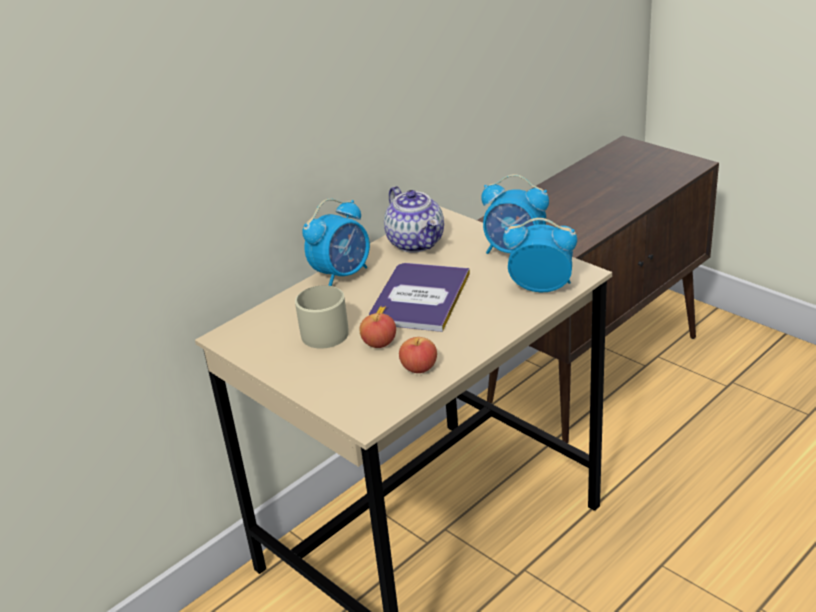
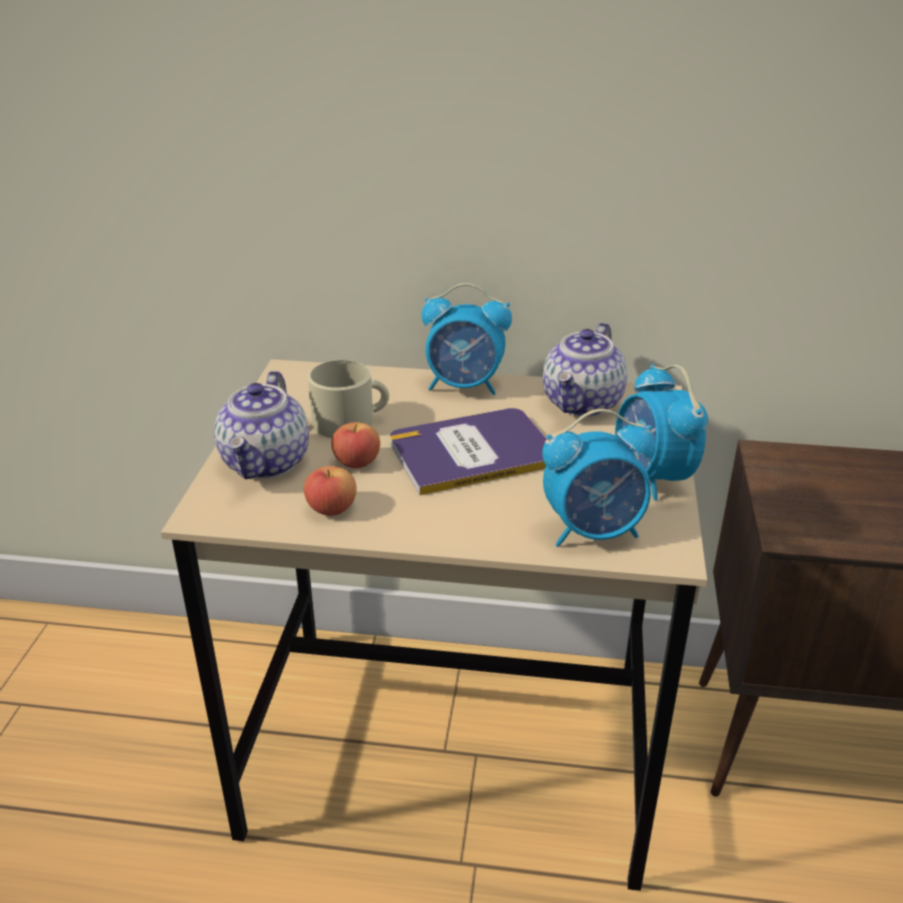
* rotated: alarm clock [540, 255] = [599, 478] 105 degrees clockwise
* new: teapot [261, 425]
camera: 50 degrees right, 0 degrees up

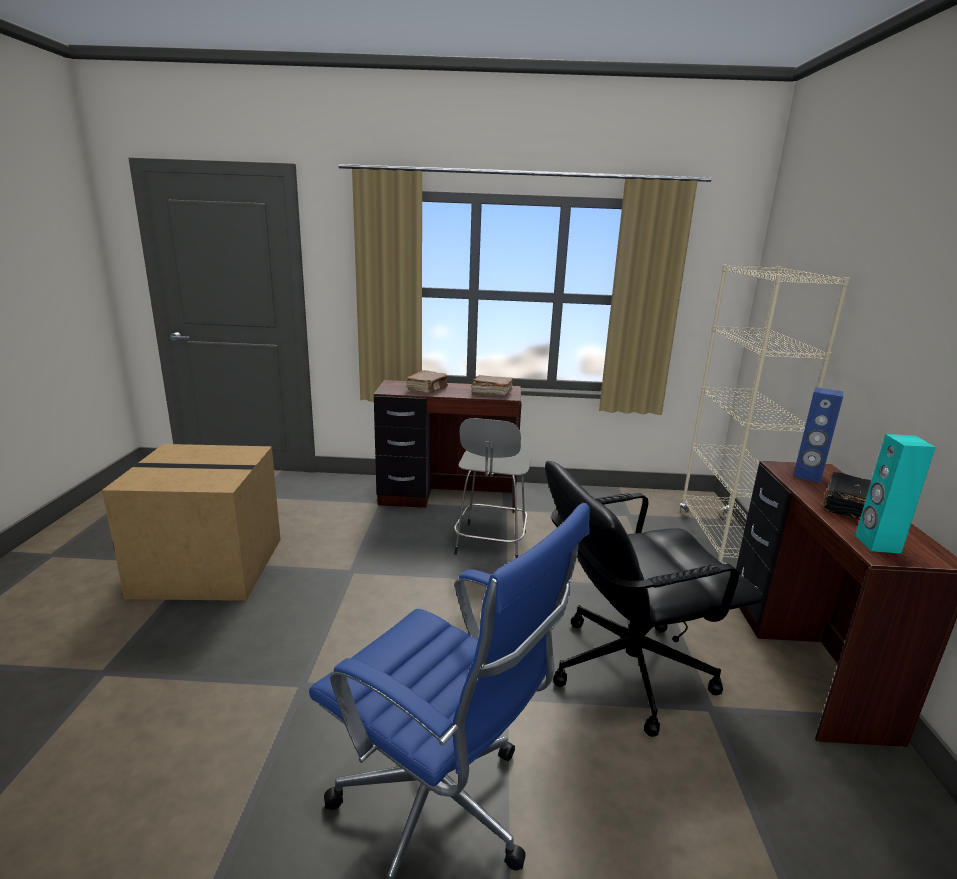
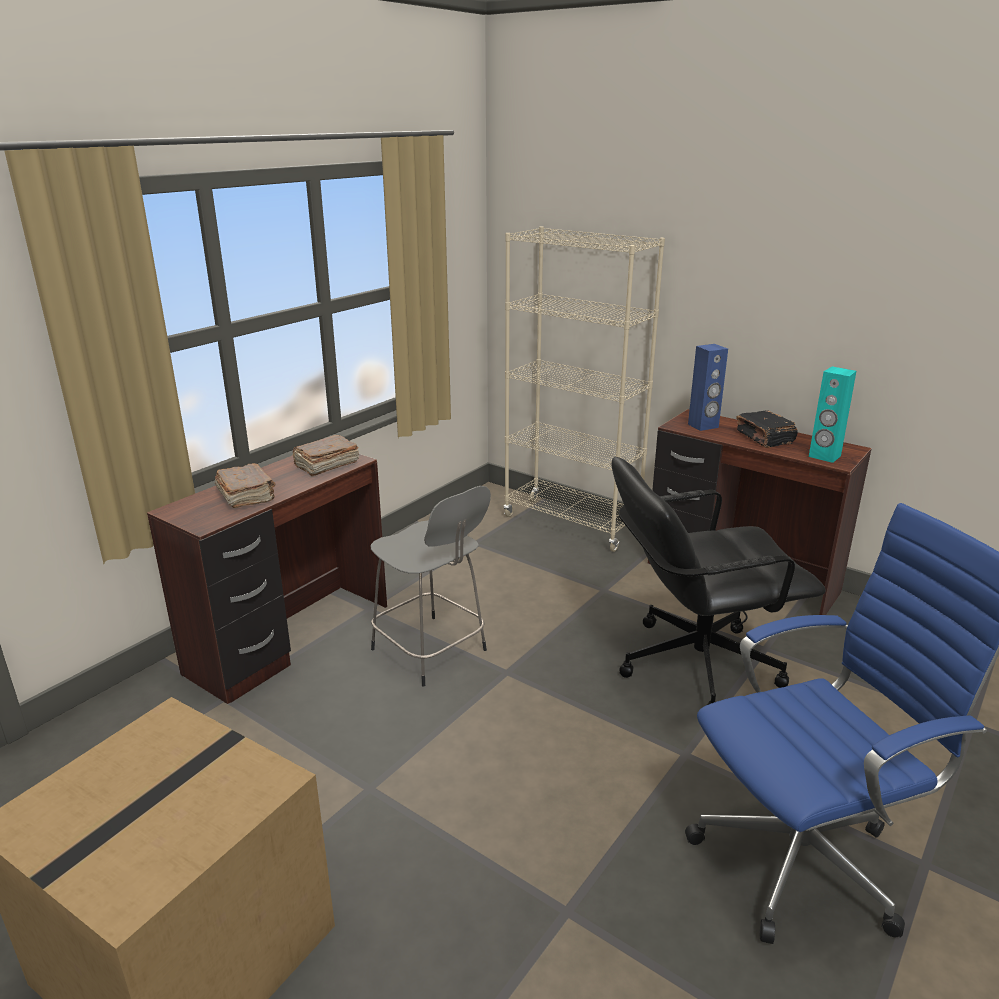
* rotated: black-coloured desk chair [654, 599] = [718, 581] 60 degrees clockwise
camera: 55 degrees left, 5 degrees up

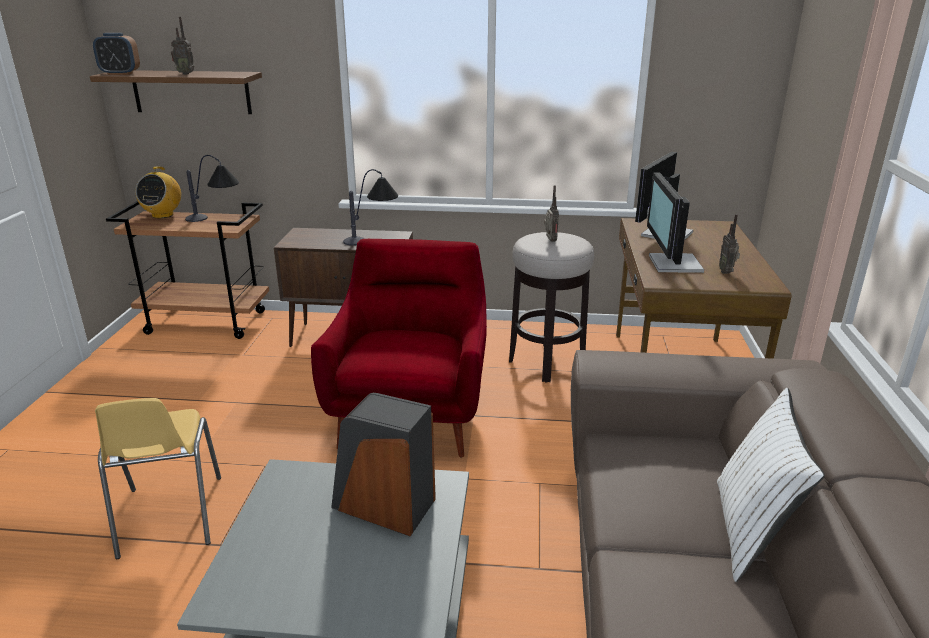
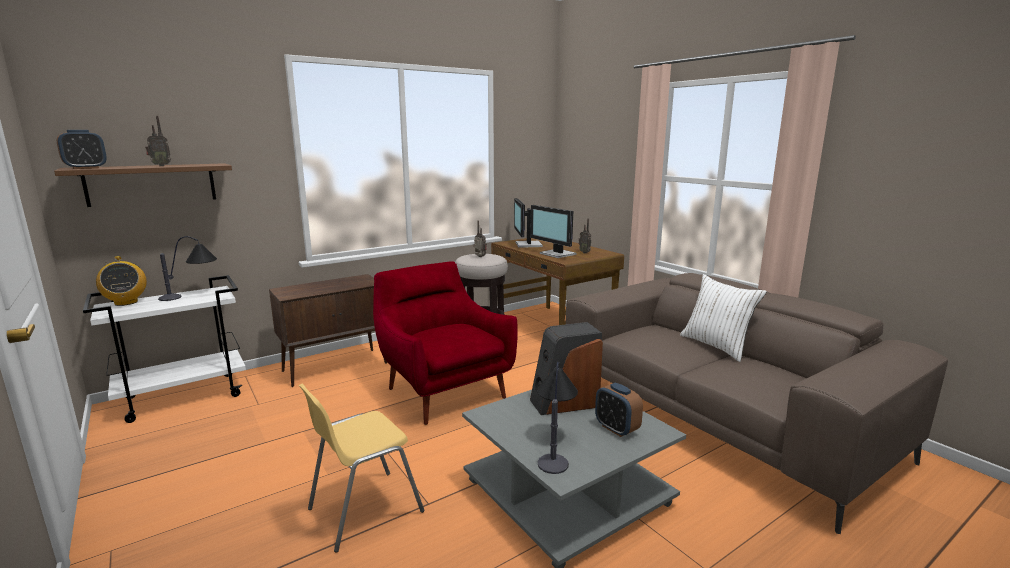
* shifted: lamp for a table [370, 207] to [557, 417]
* repainted: brown-coloured cart [187, 270] to white cart [164, 349]
* rotated: yellow plain chair [158, 478] = [361, 468] 105 degrees clockwise
* new: alarm clock [619, 410]
camera: 40 degrees left, 10 degrees down

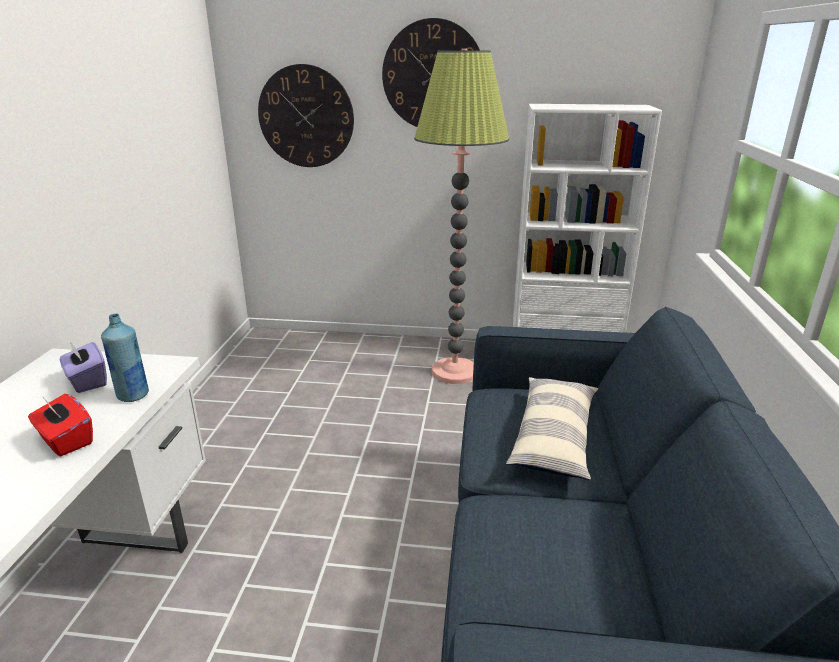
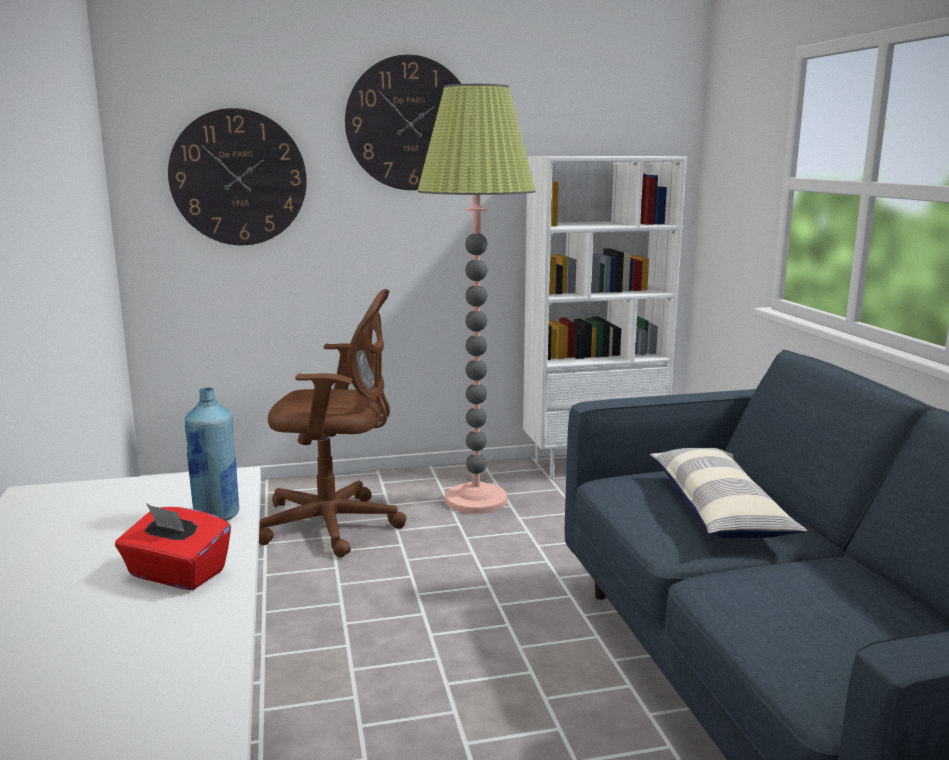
* gone: purple tissue holder [83, 367]
* new: brown-coloured desk chair [333, 423]
camera: 20 degrees left, 10 degrees down

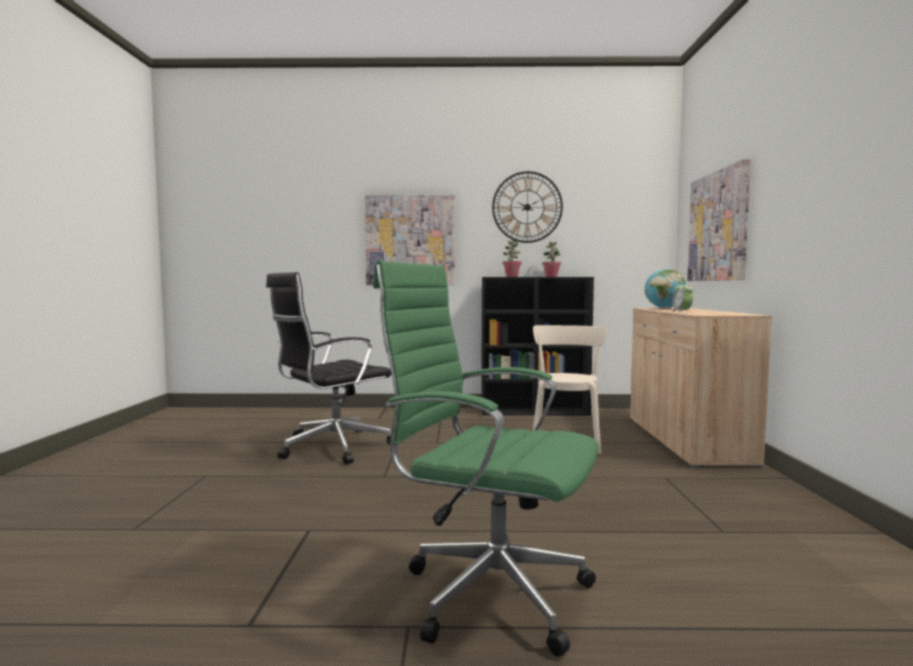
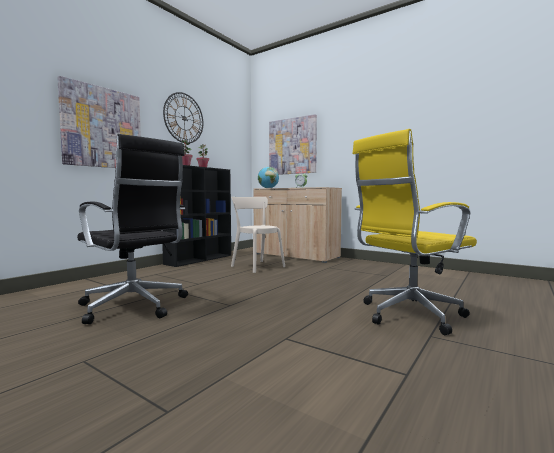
* repainted: green desk chair [485, 459] to yellow desk chair [414, 232]
* rotated: black-coloured desk chair [328, 368] = [132, 229] 45 degrees counterclockwise
camera: 55 degrees left, 0 degrees up

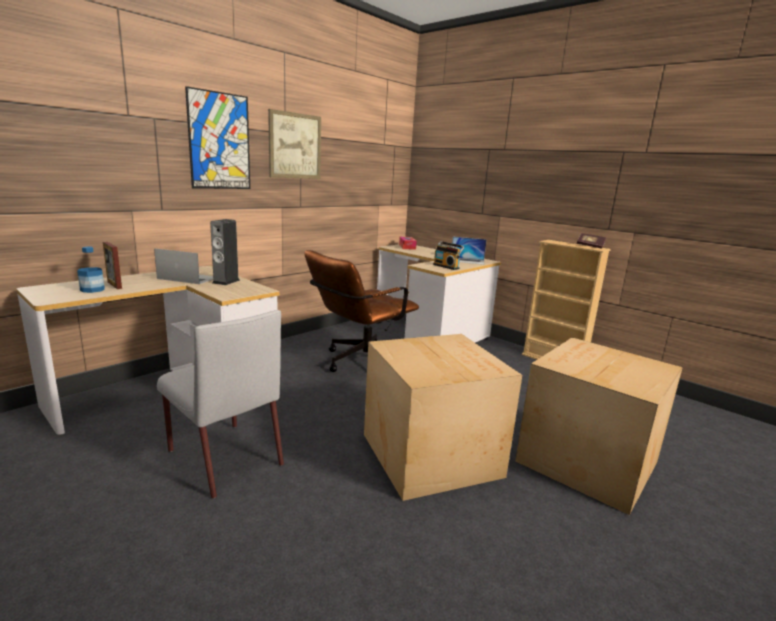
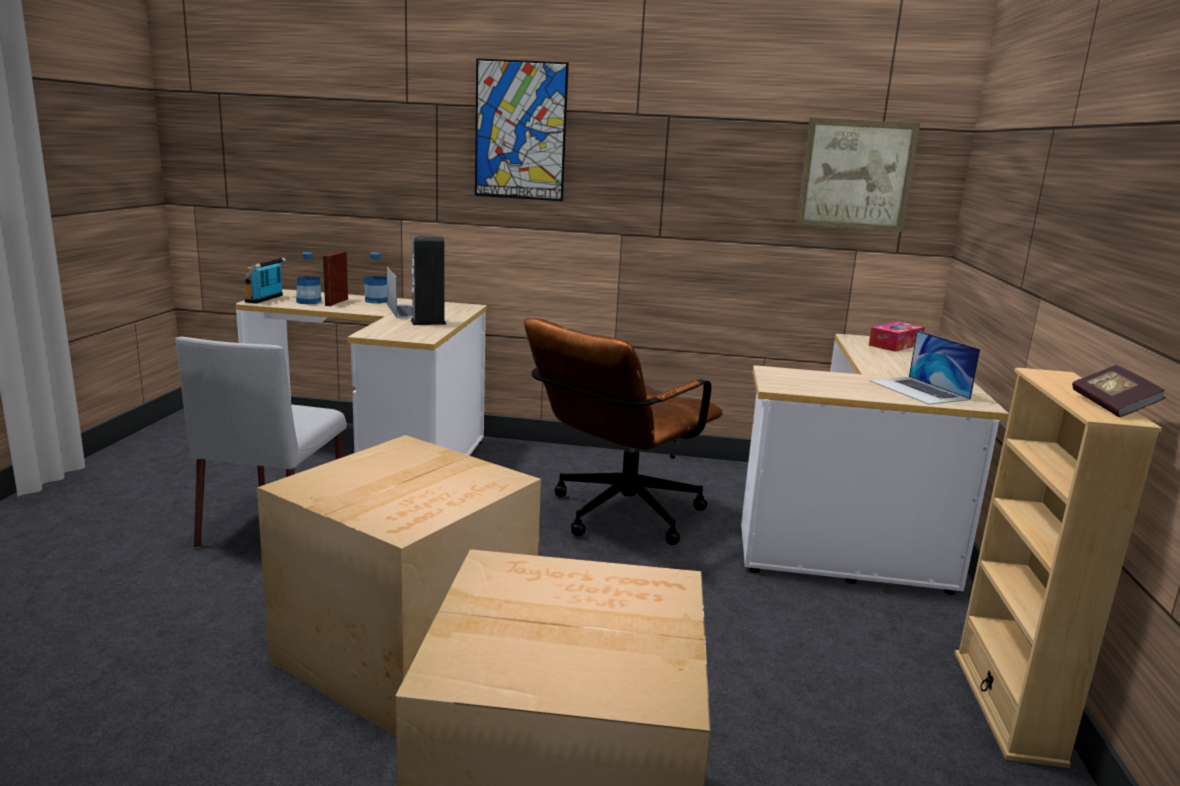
* shifted: picture [294, 144] to [858, 175]
* shifted: radio receiver [449, 255] to [265, 281]
* rotated: brown-coloured desk chair [361, 311] = [623, 431] 60 degrees counterclockwise
* new: drink bottle [375, 278]
camera: 55 degrees right, 0 degrees up

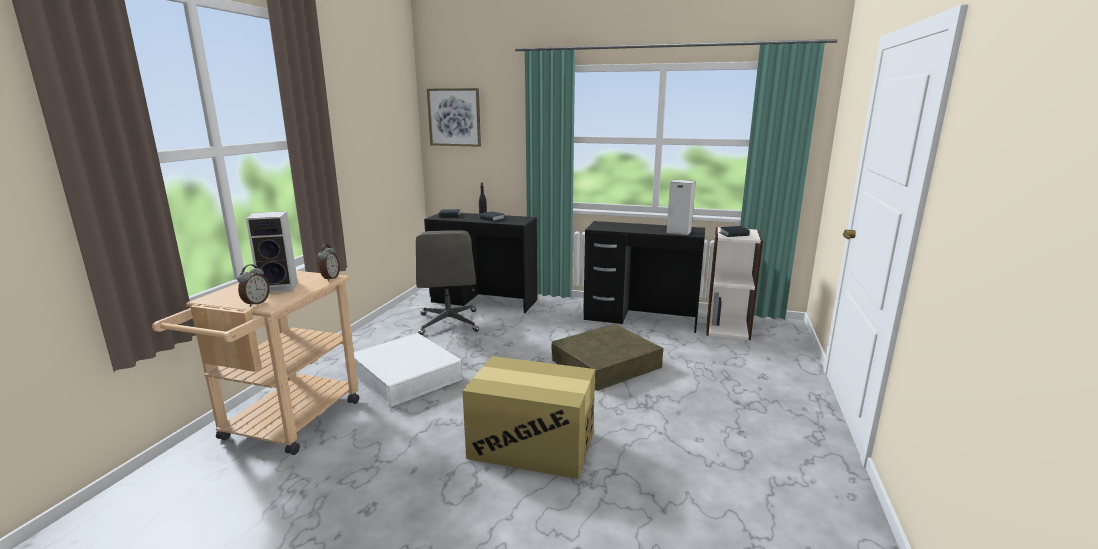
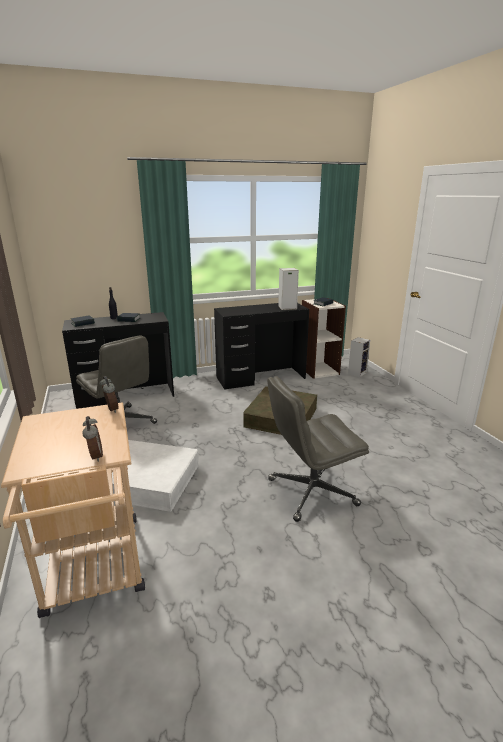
* gone: picture [454, 117]
* shifted: audio speaker [272, 252] to [359, 357]
* swapped: cardboard box [528, 417] to grey desk chair [318, 449]
camera: 35 degrees left, 5 degrees up

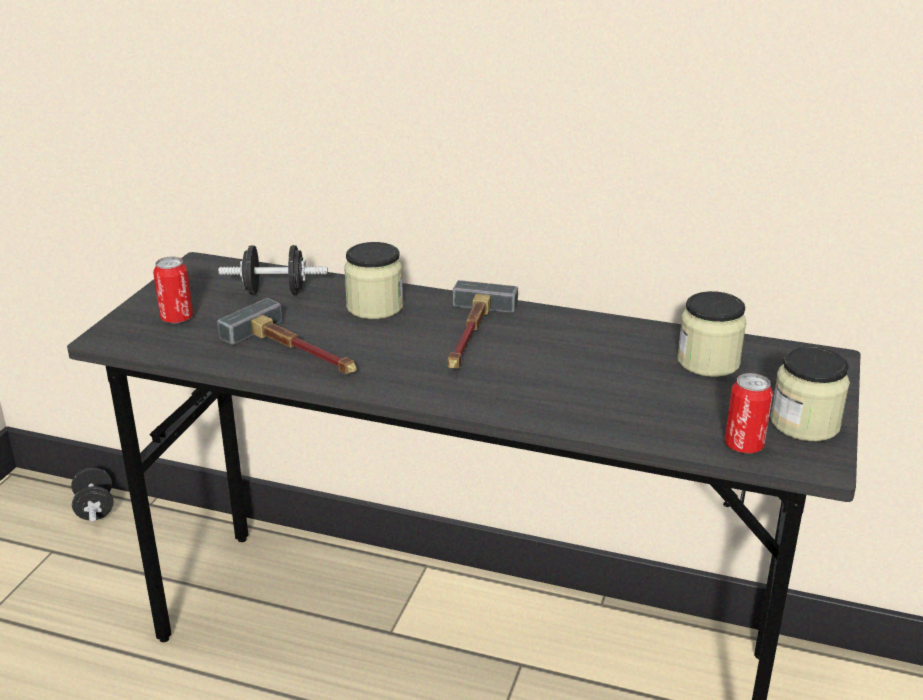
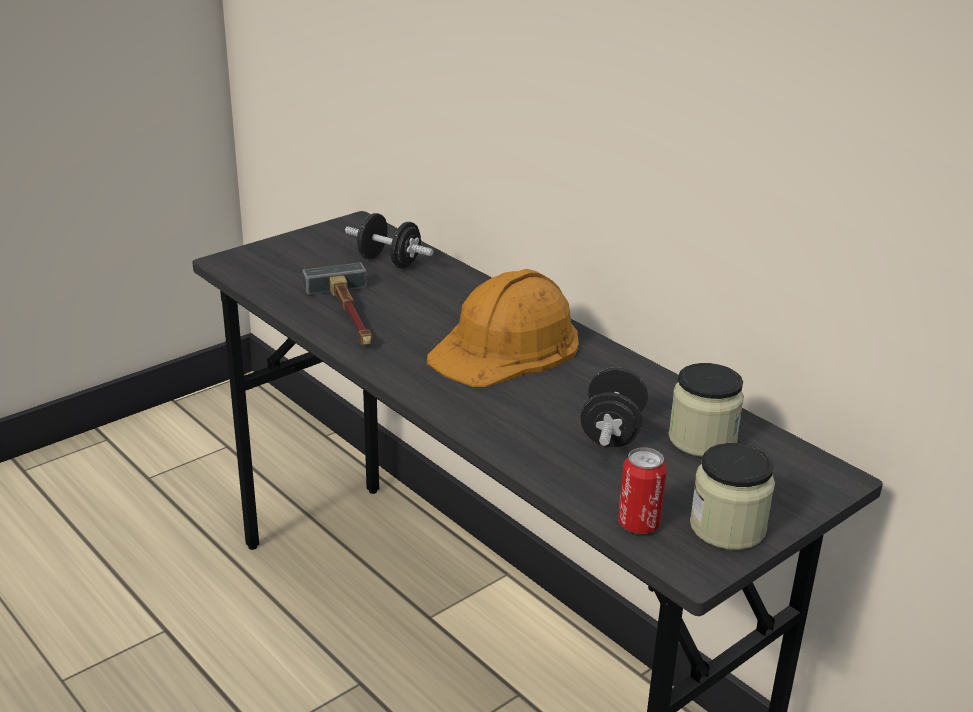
* gone: jar [373, 280]
* gone: sealed can [173, 289]
* swapped: hand hammer [483, 324] to orangey hard hat [503, 328]
* shifted: black-coloured free weight [92, 495] to [614, 407]
camera: 30 degrees right, 0 degrees up

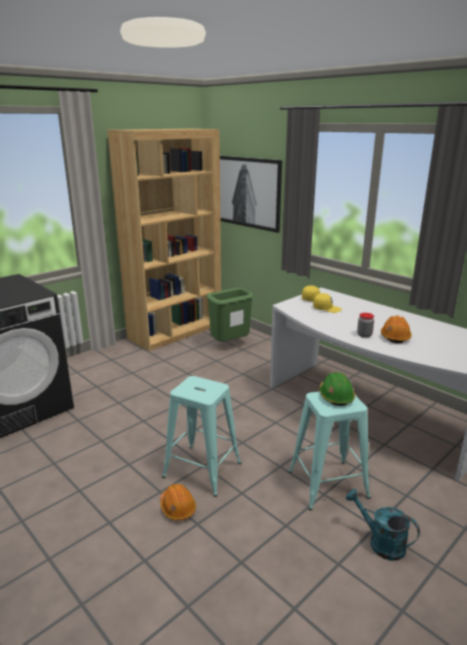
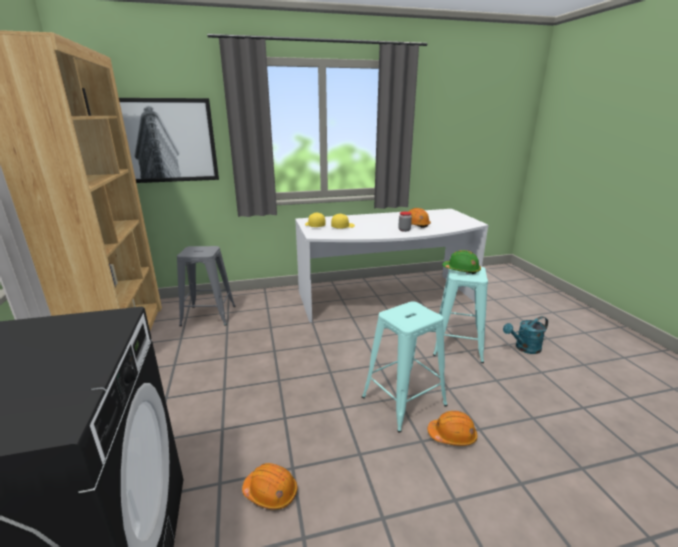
* swapped: green waste bin [230, 315] to grey stool [206, 286]
* new: orangey hard hat [269, 486]
camera: 60 degrees left, 0 degrees up

